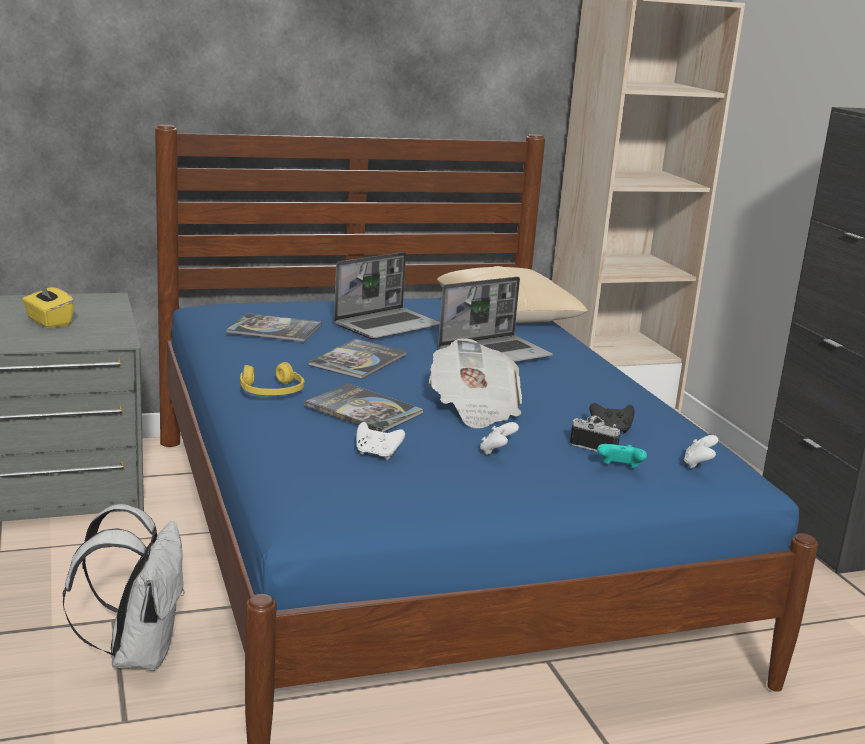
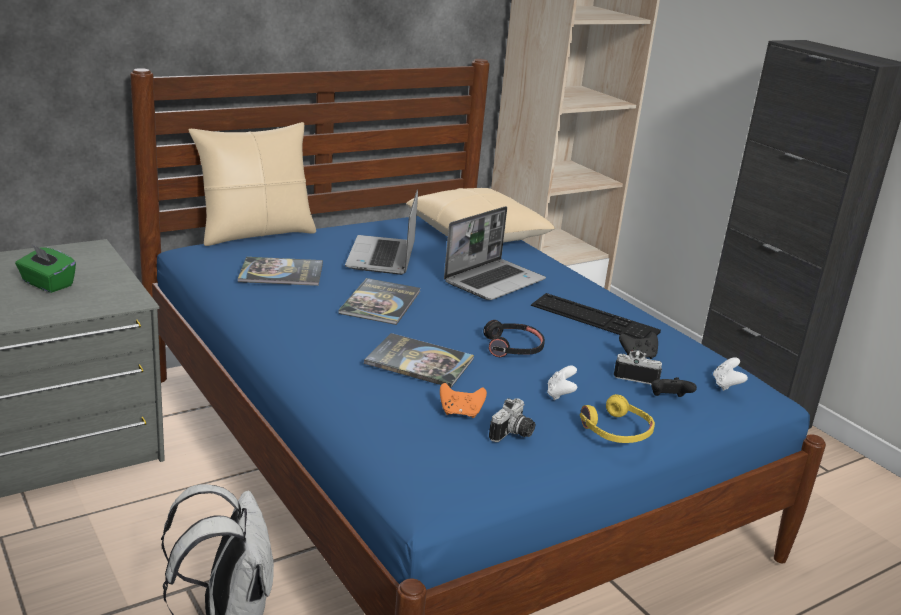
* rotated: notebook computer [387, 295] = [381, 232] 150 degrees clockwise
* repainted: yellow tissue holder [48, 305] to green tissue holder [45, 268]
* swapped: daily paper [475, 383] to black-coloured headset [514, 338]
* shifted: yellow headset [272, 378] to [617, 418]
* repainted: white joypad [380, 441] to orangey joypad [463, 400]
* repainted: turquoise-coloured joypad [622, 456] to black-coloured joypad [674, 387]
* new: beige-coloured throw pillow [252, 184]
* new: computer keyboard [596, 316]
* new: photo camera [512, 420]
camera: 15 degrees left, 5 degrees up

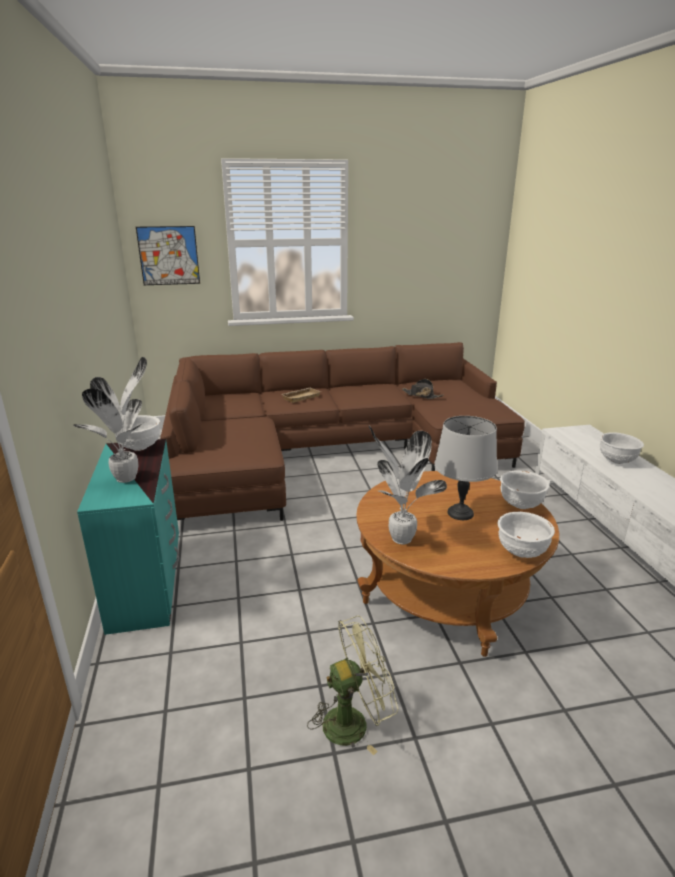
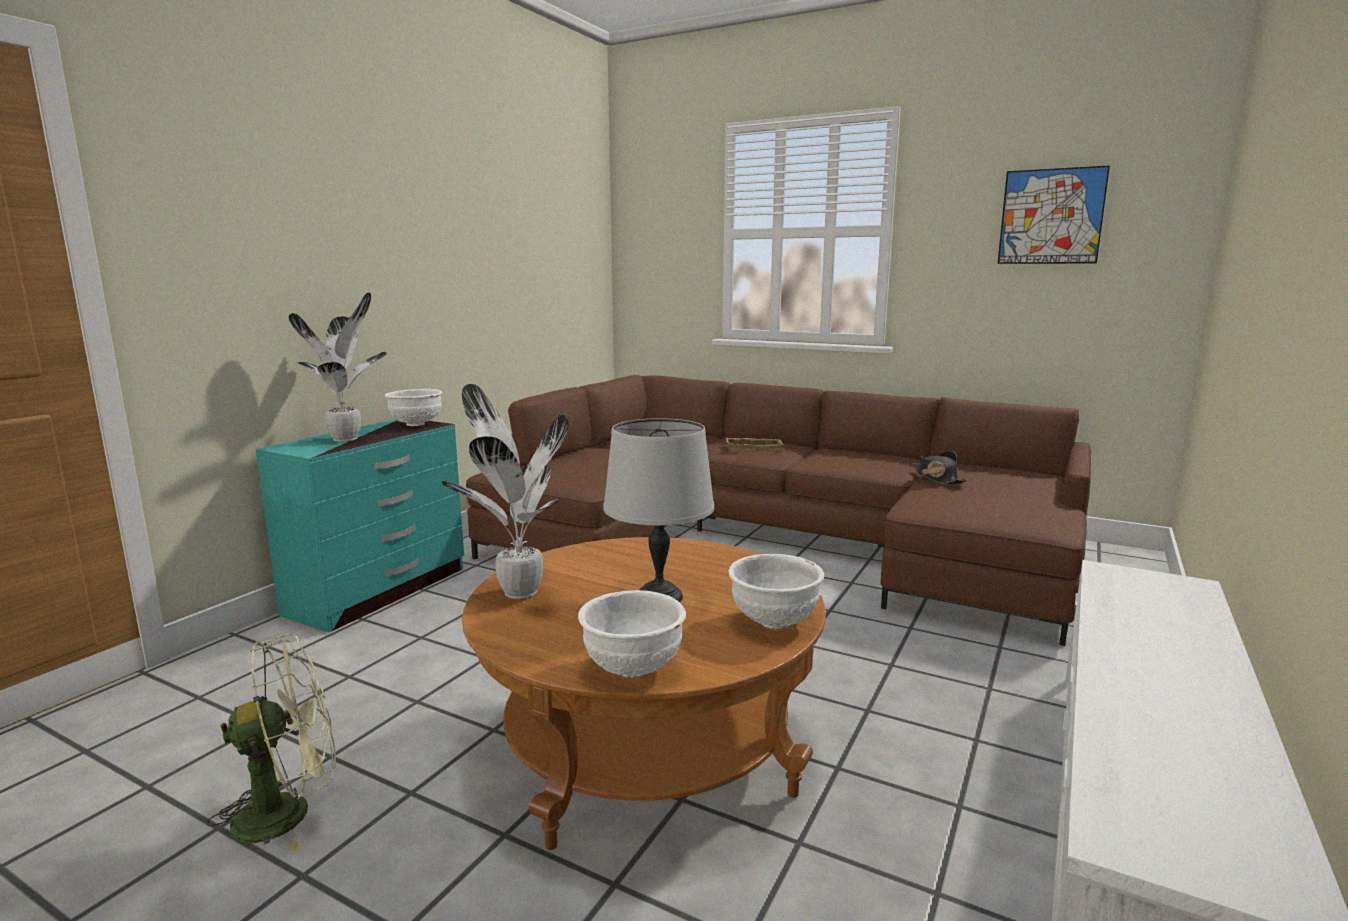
* shifted: picture [168, 255] to [1053, 214]
* gone: white serving bowl [622, 448]
* rotated: green electric fan [352, 685] = [271, 743] 45 degrees counterclockwise
camera: 40 degrees right, 10 degrees down

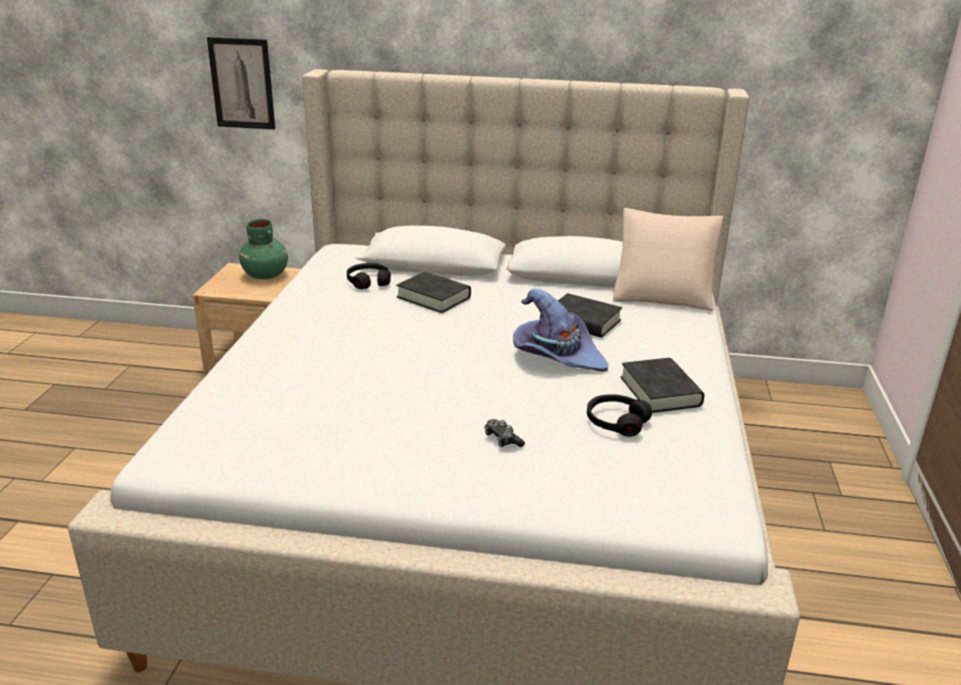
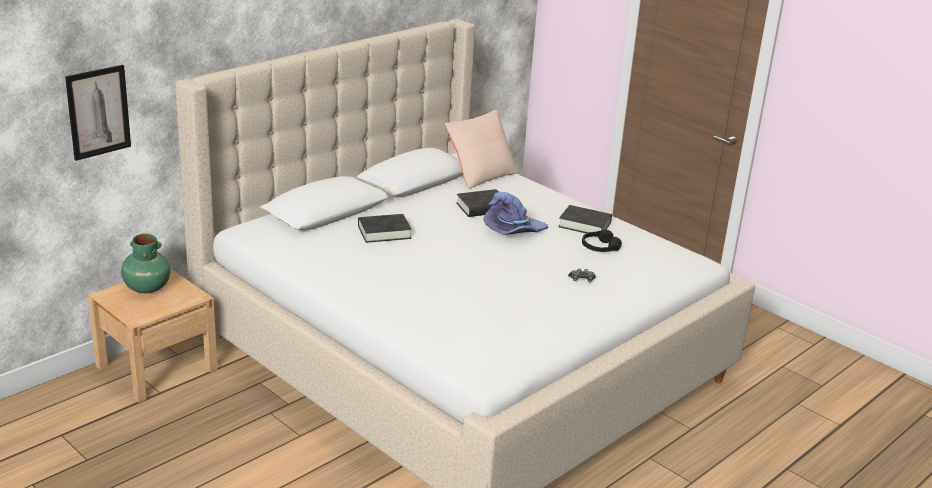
* gone: black-coloured headset [369, 276]
camera: 55 degrees left, 0 degrees up

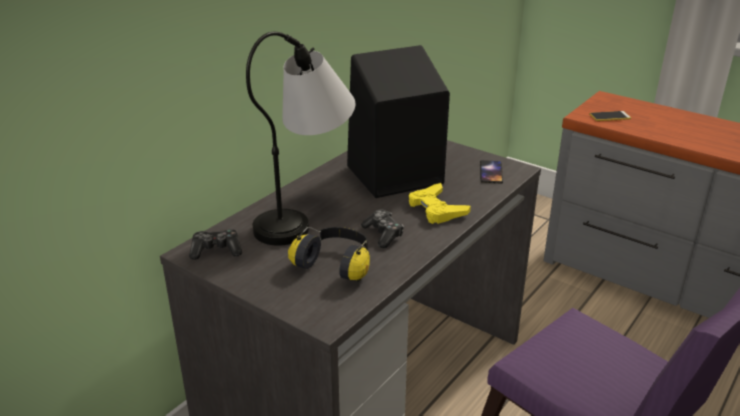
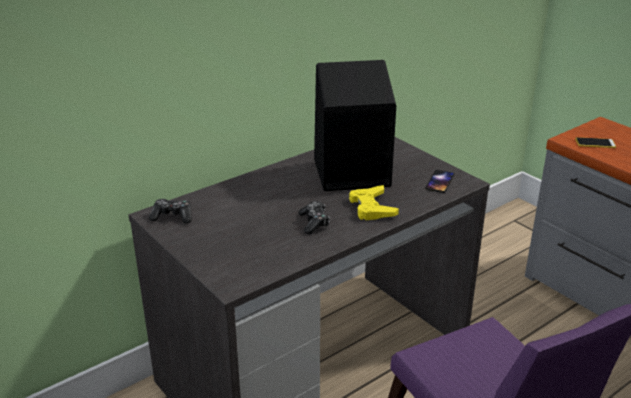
* gone: lamp for a table [300, 139]
* gone: headset [329, 254]
camera: 15 degrees right, 0 degrees up

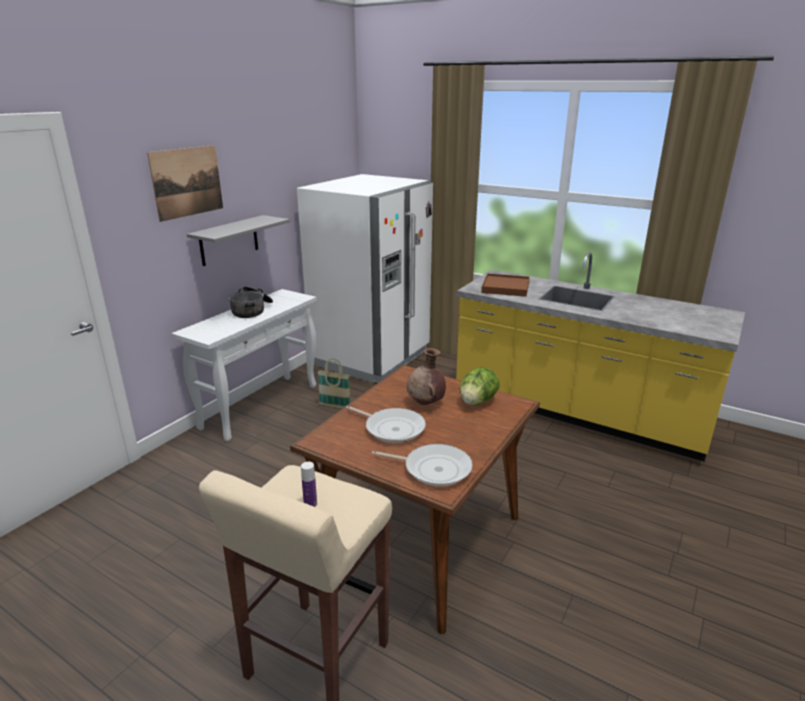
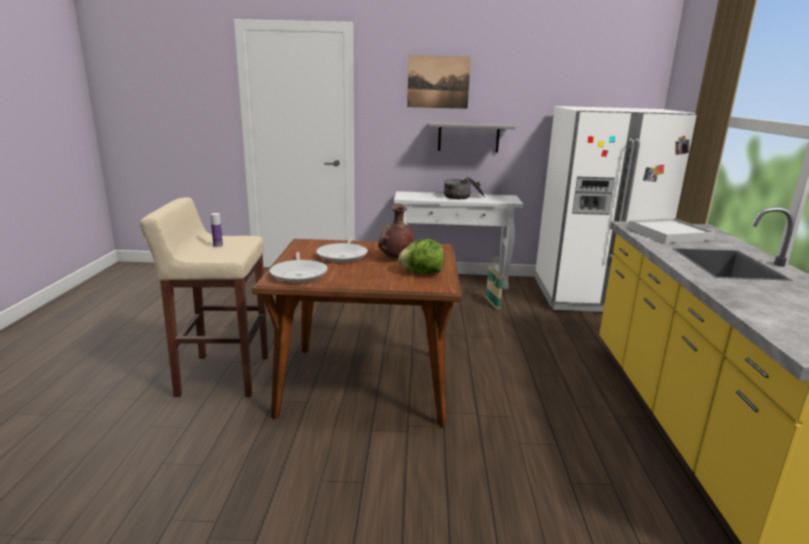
* repainted: brown-coloured serving tray [505, 285] to white serving tray [671, 230]
camera: 60 degrees right, 5 degrees down

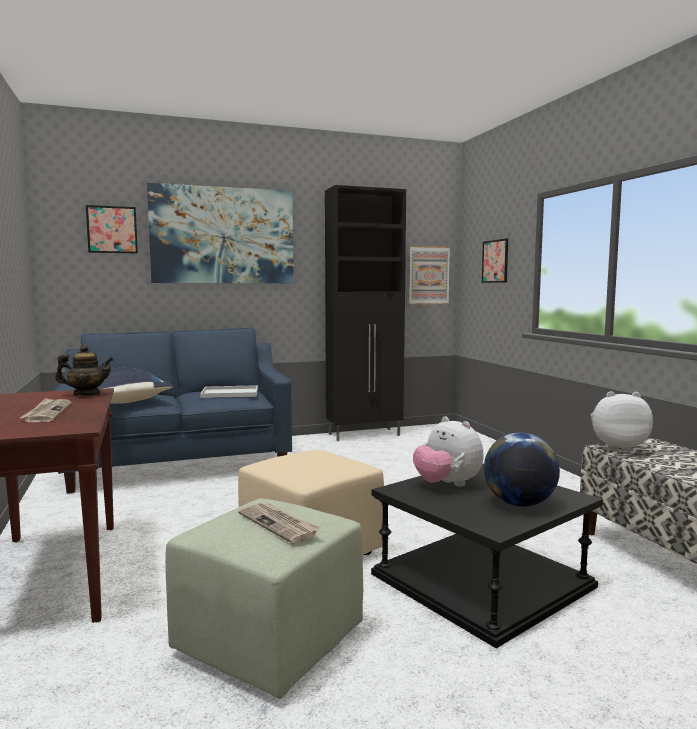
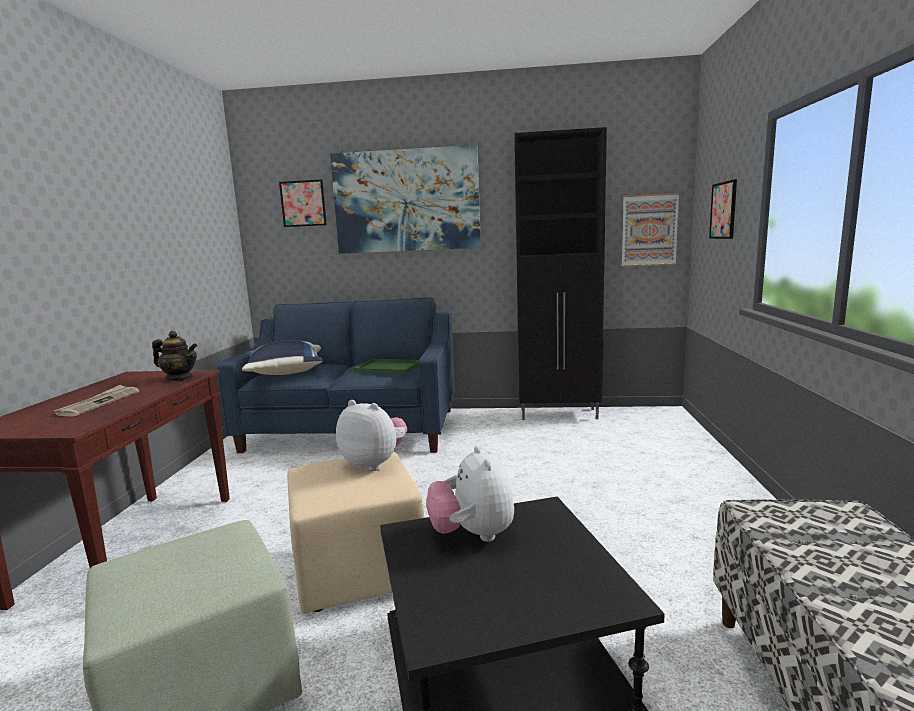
* repainted: white serving tray [229, 391] to green serving tray [386, 366]
* shifted: cuddly toy [622, 421] to [371, 435]
* gone: desk globe [522, 469]
* gone: daily paper [279, 523]
camera: 25 degrees right, 5 degrees up

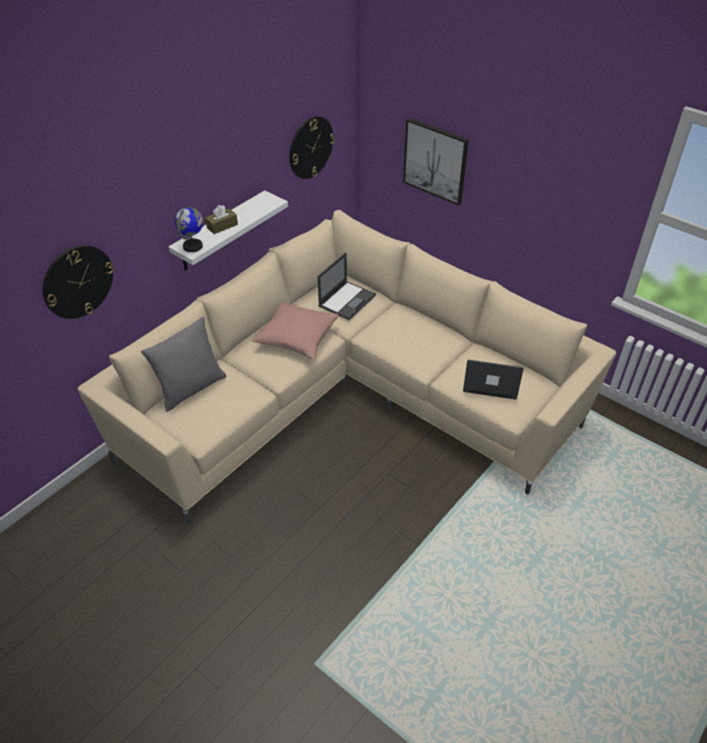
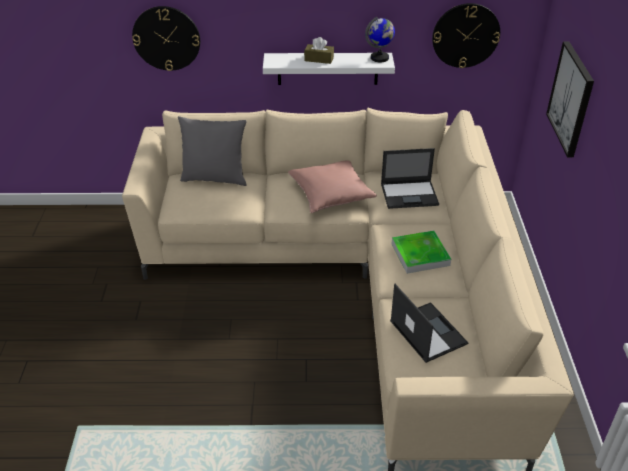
* shifted: desk globe [189, 229] to [380, 39]
* new: serving tray [421, 252]
camera: 50 degrees right, 5 degrees down

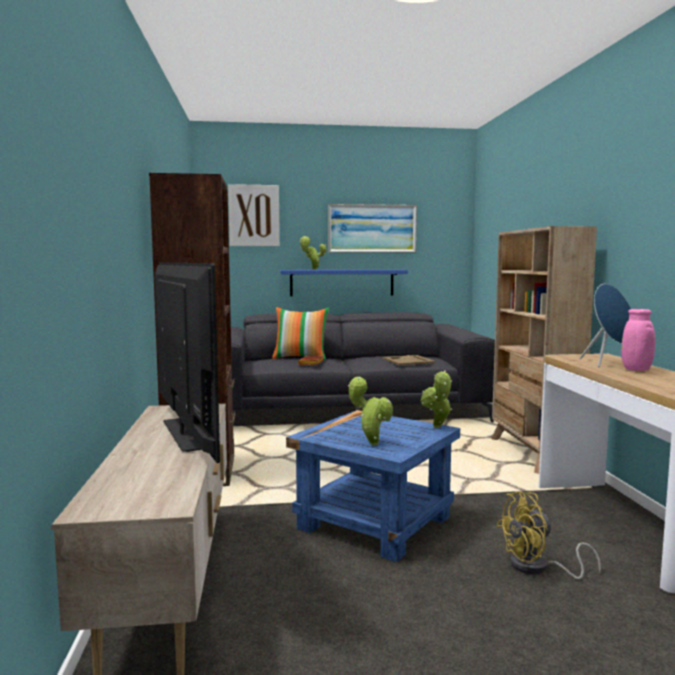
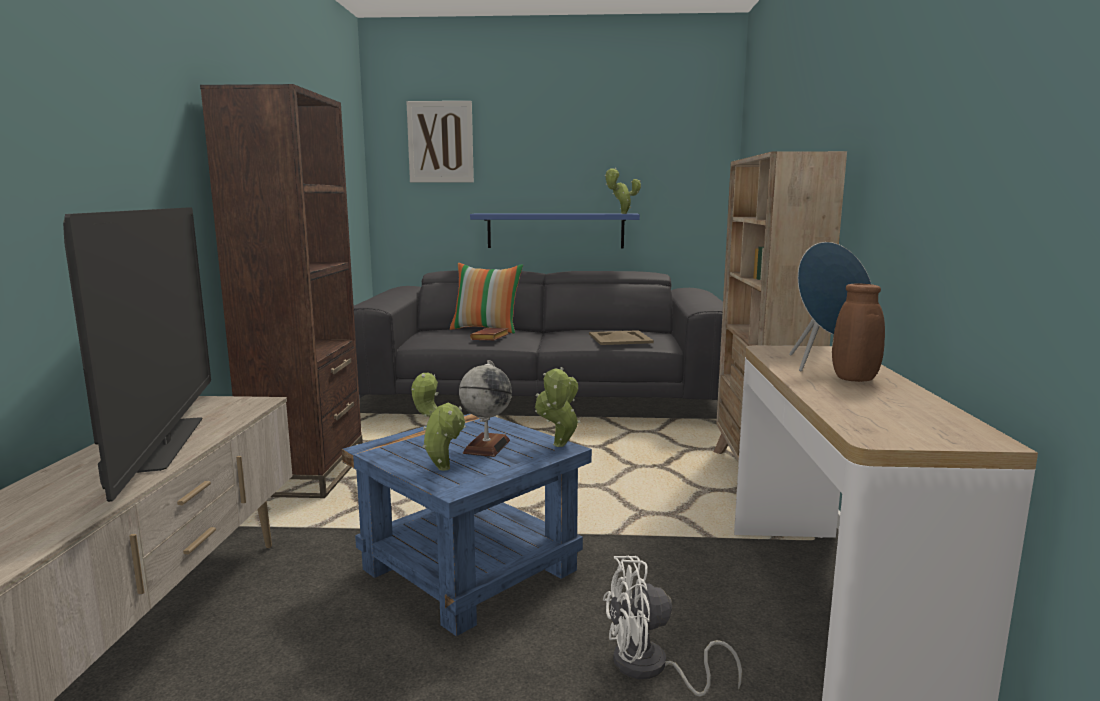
* gone: picture [372, 228]
* shifted: plant in a pot [313, 253] to [623, 191]
* repainted: pinkish vase [638, 340] to brown-coloured vase [858, 333]
* repainted: yellow electric fan [548, 535] to white electric fan [672, 626]
* new: desk globe [485, 408]
camera: 10 degrees right, 5 degrees up

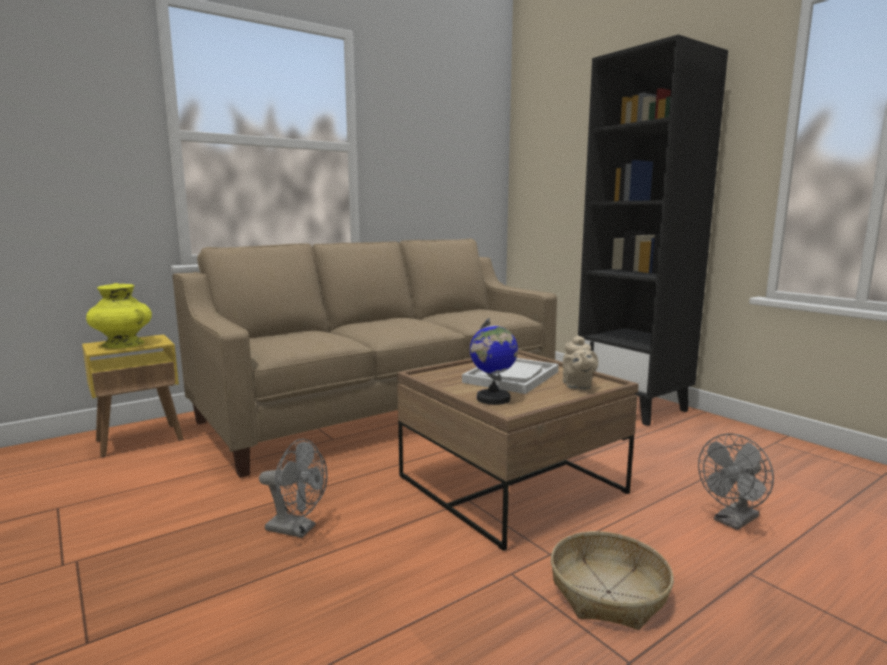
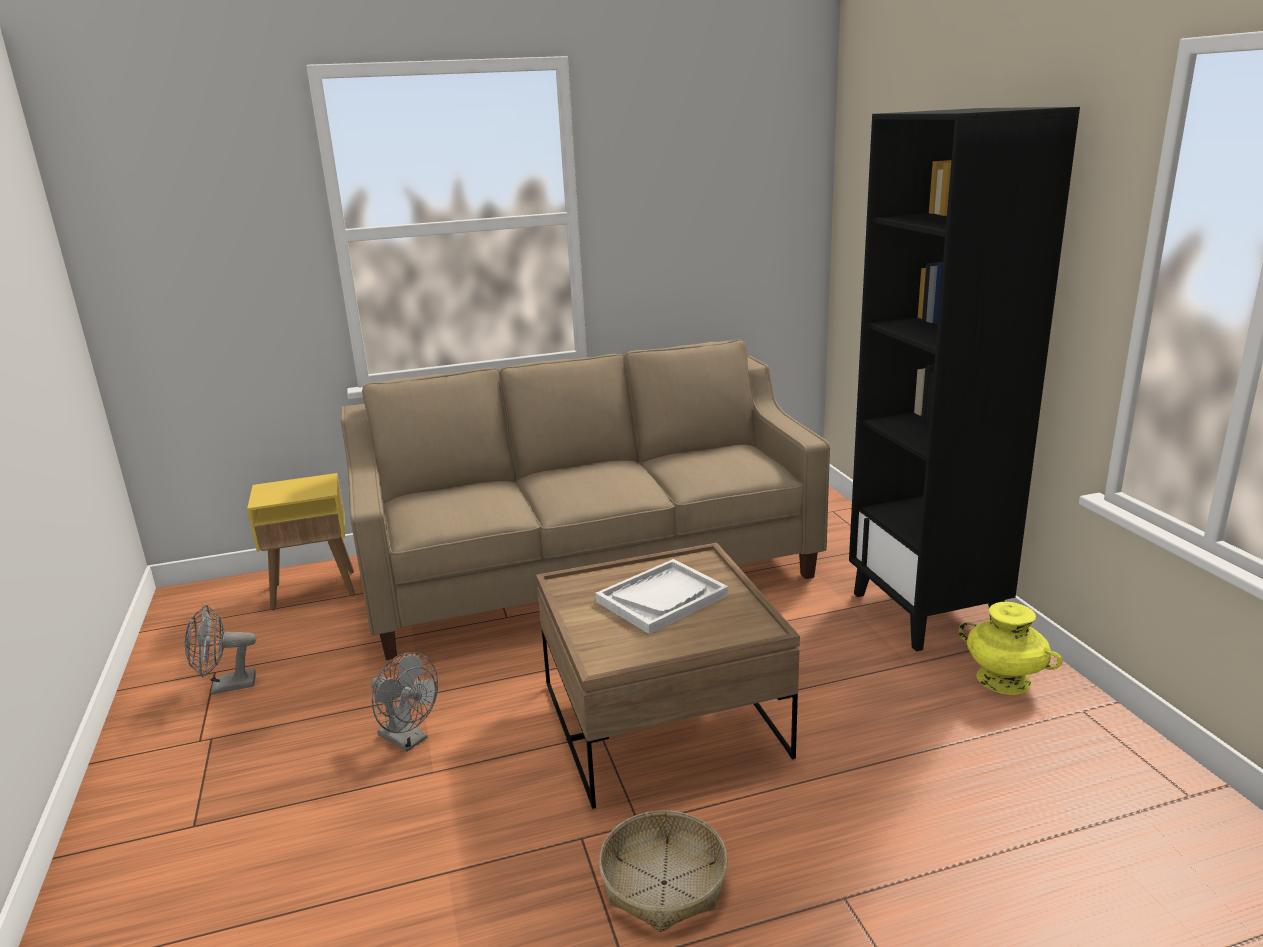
* shifted: yellow vase [119, 316] to [1011, 648]
* gone: desk globe [494, 361]
* gone: beige-coloured teapot [580, 362]
* shifted: grey electric fan [736, 481] to [220, 650]
camera: 20 degrees right, 10 degrees up

